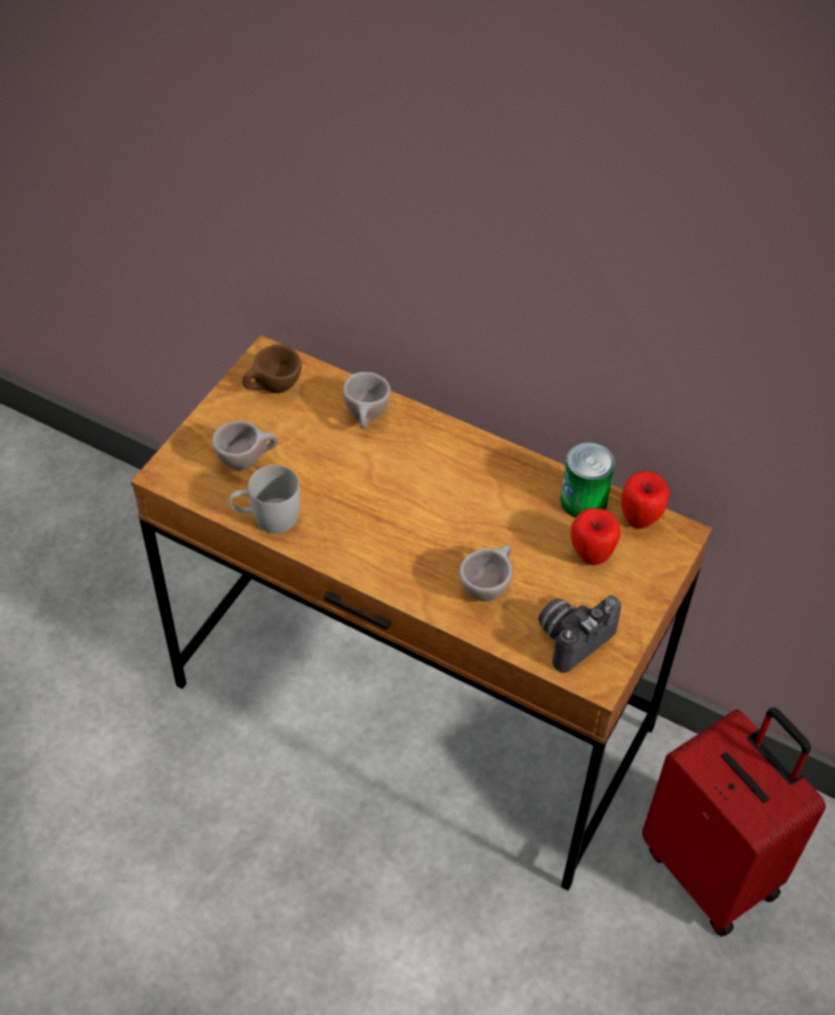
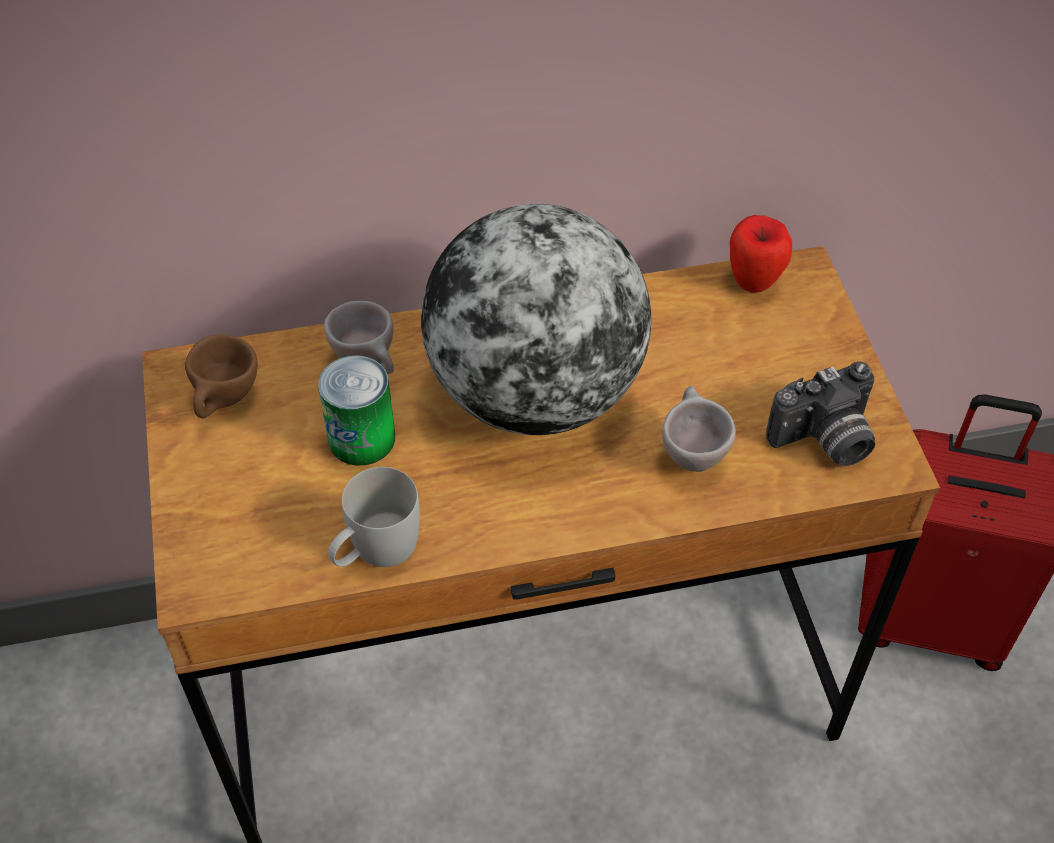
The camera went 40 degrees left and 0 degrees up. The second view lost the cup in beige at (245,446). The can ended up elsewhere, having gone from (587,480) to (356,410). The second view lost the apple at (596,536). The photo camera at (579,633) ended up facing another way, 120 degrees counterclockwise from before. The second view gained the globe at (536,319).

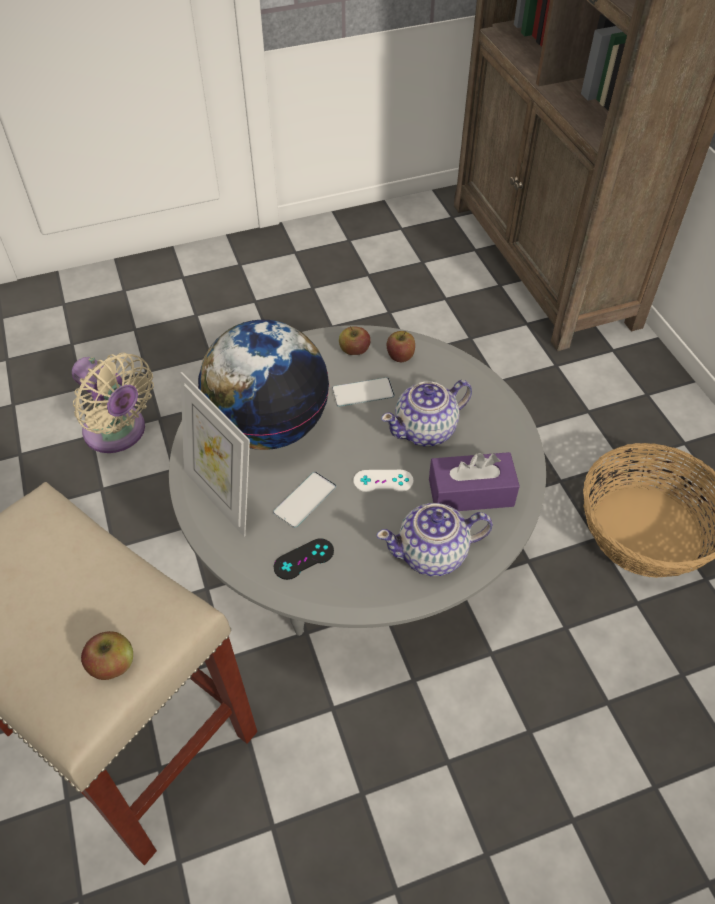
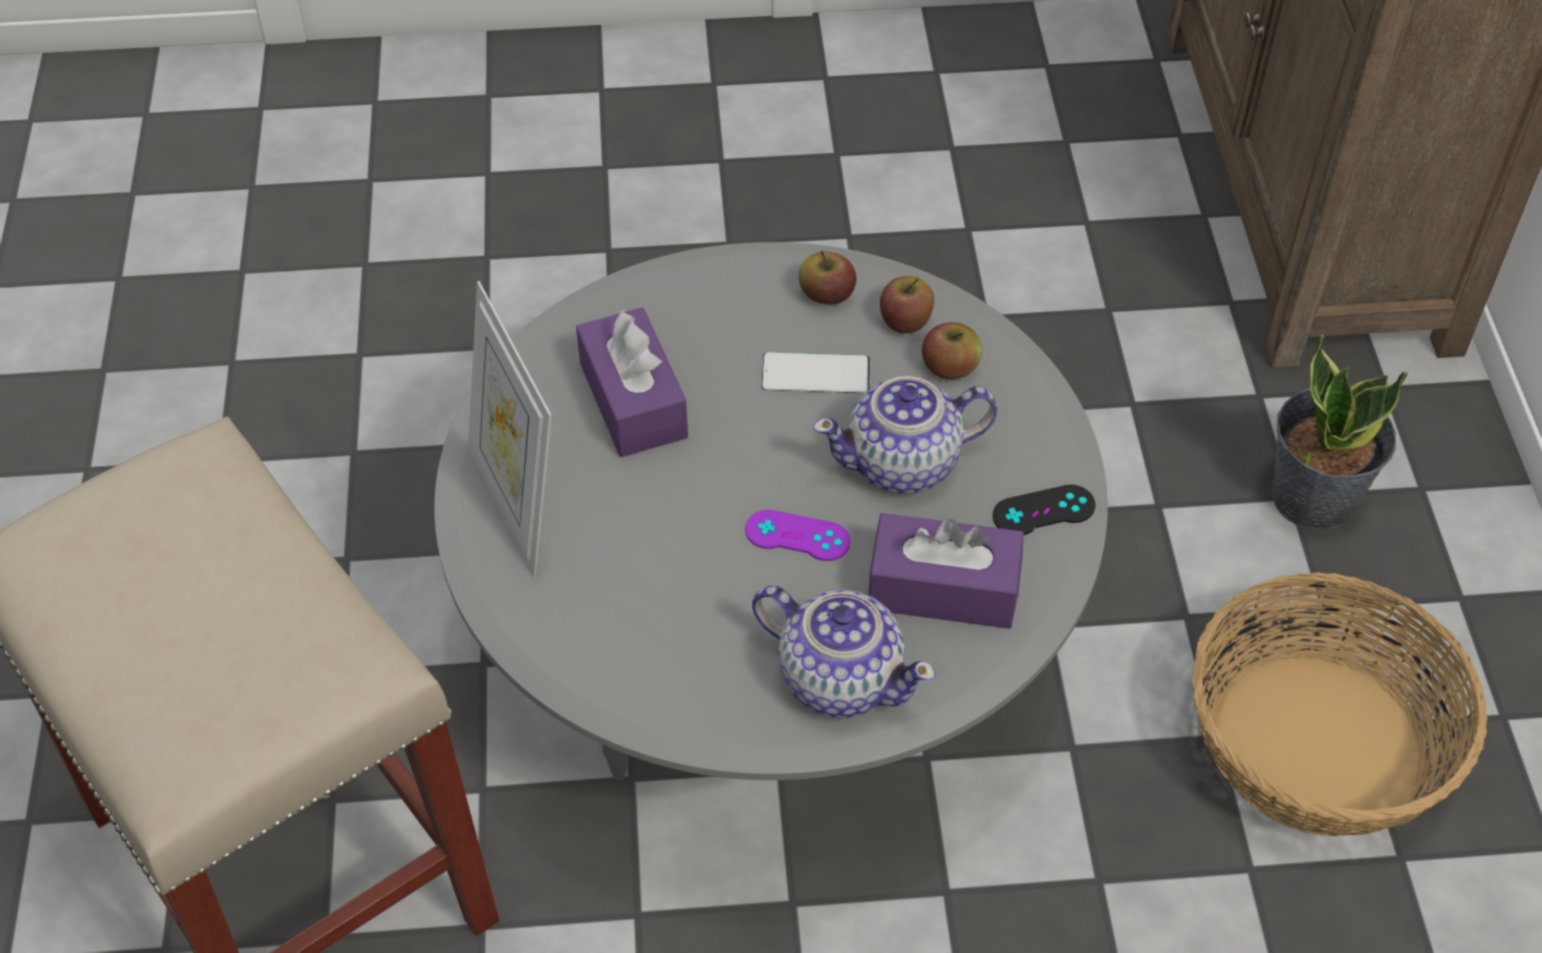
The camera went 15 degrees right and 0 degrees up. Where the globe stood at (263,385), the tissue box in purple came to stand at (632,382). The second view lost the fan in beige at (113,403). What was the game controller in white at (383,481) turned into the game controller in purple at (798,535). The second view lost the phone at (304,500). The teapot at (434,539) ended up facing another way, 150 degrees counterclockwise from before. The game controller in black ended up elsewhere, having gone from (304,559) to (1044,510). The apple ended up elsewhere, having gone from (107,655) to (952,350). The second view gained the potted plant at (1340,432).

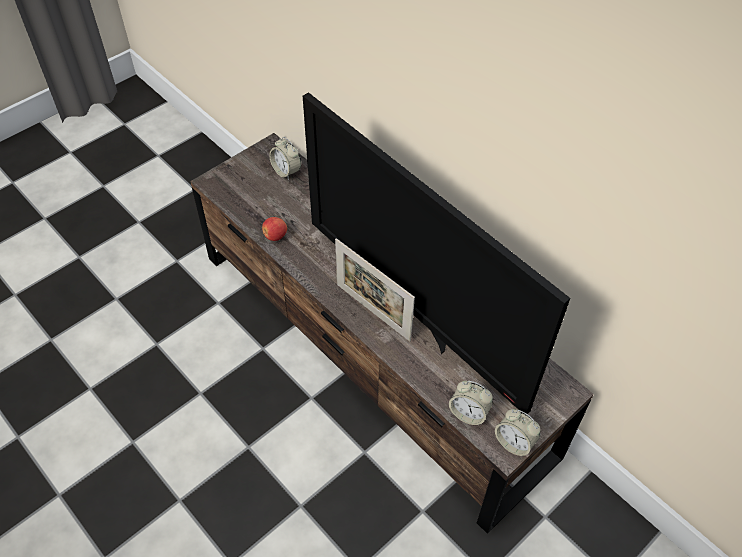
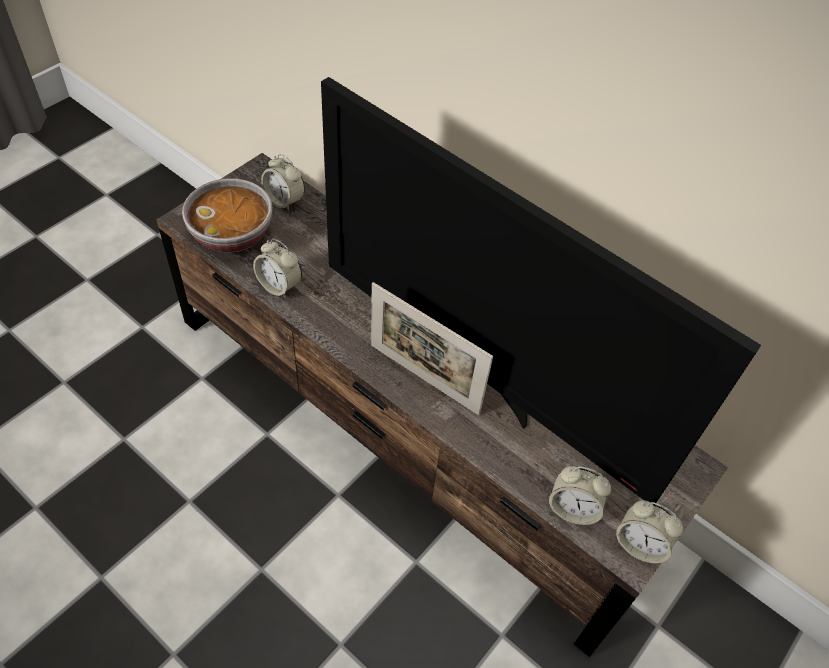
The camera went 10 degrees left and 0 degrees up. Where the apple stood at (274,229), the alarm clock came to stand at (277,268). The second view gained the bowl at (227,215).

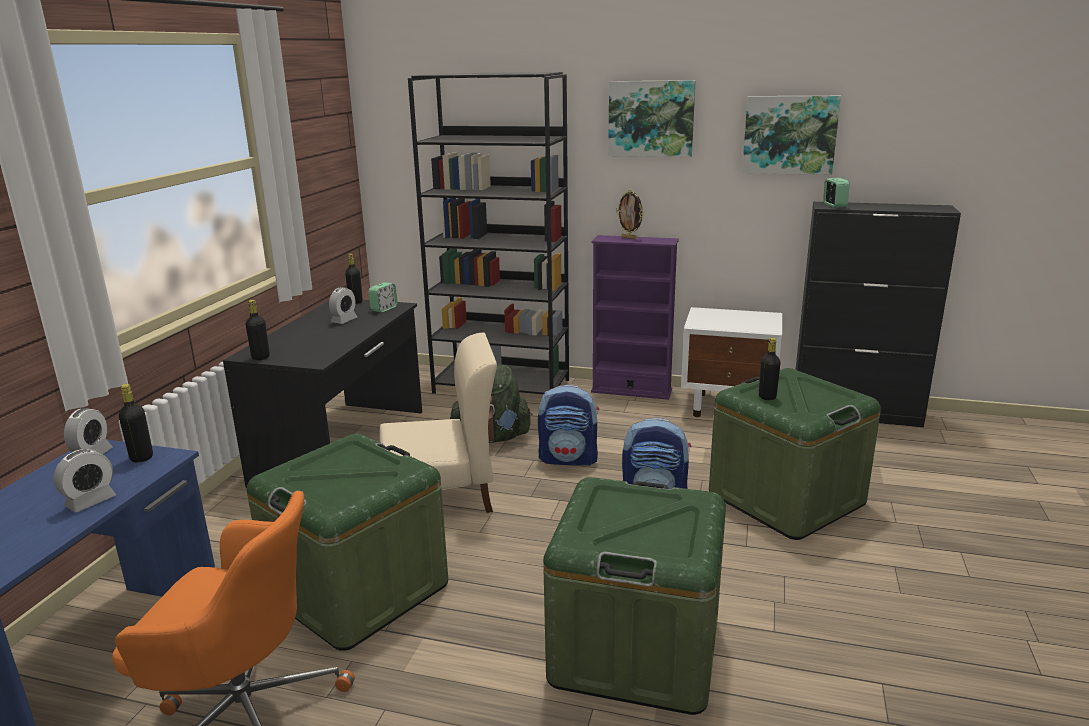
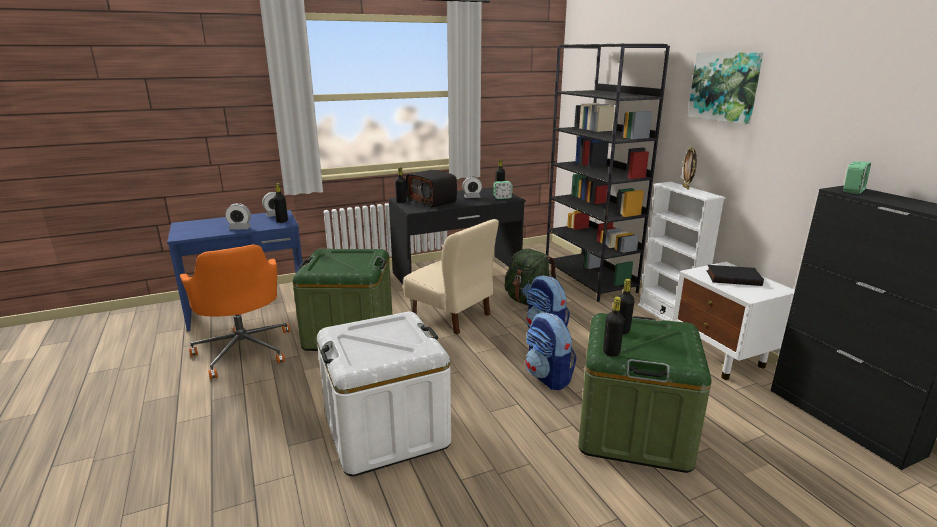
The camera went 50 degrees right and 0 degrees up. The second view lost the picture at (791,135). What was the bookcase in purple at (635,317) turned into the bookcase in white at (681,251). What was the storage box in green at (634,596) turned into the storage box in white at (384,394). The second view gained the radio at (431,188). The second view gained the book in black at (735,275). The second view gained the bottle in black at (614,326).

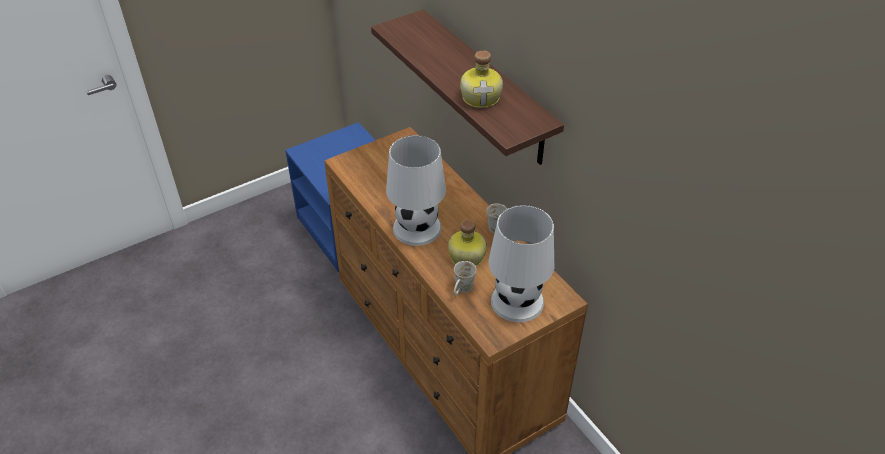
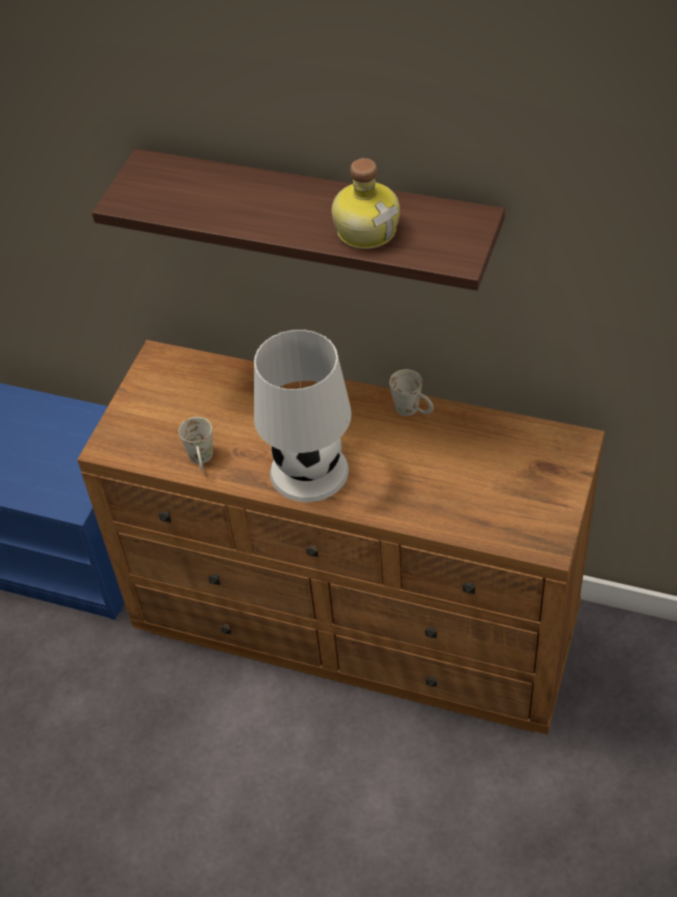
The camera went 35 degrees left and 5 degrees up. The second view lost the table lamp in white at (521,263). The second view lost the bottle at (467,243). The mug in white ended up elsewhere, having gone from (465,278) to (196,444).

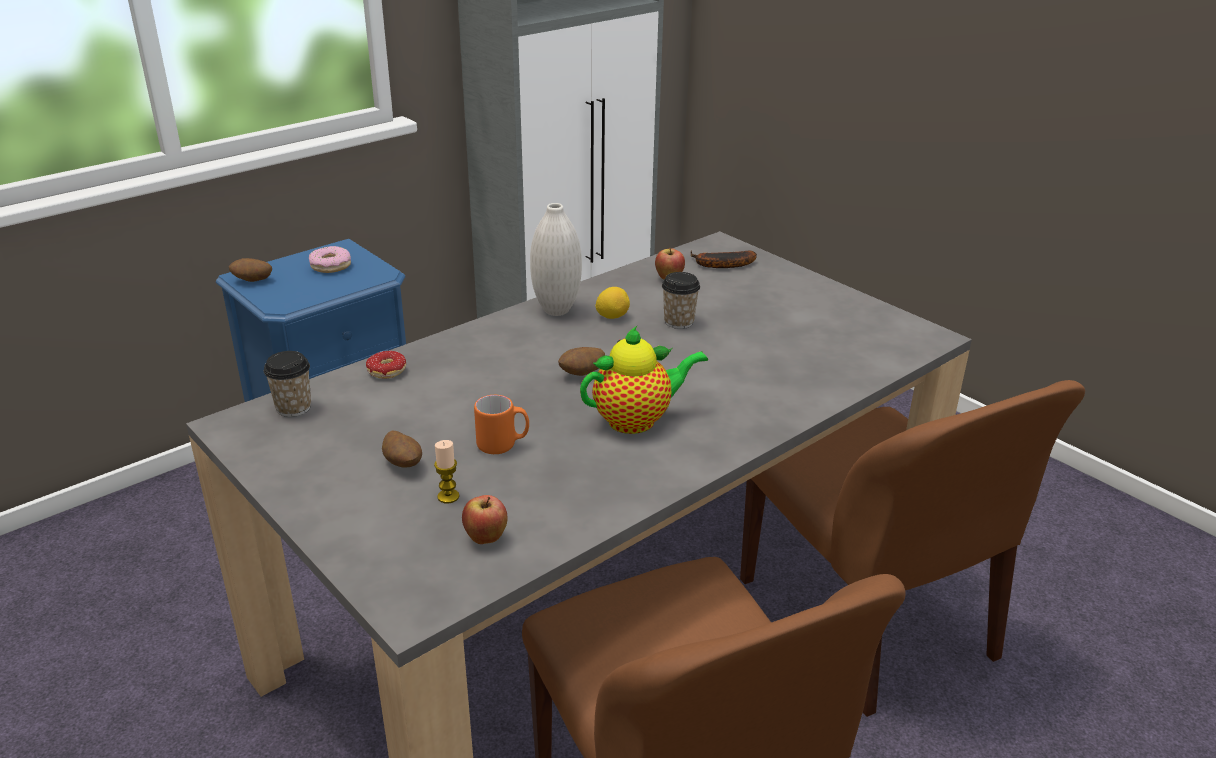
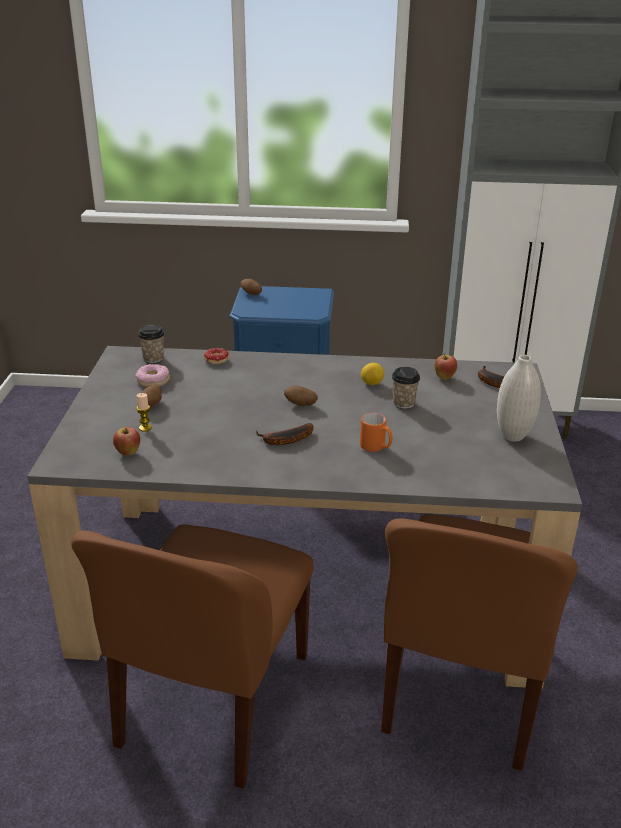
The camera went 45 degrees right and 0 degrees up. The vase in white ended up elsewhere, having gone from (556,259) to (519,398). The donut ended up elsewhere, having gone from (330,259) to (153,375). Where the teapot stood at (644,380), the banana came to stand at (285,434). The mug in orange ended up elsewhere, having gone from (501,424) to (376,432).

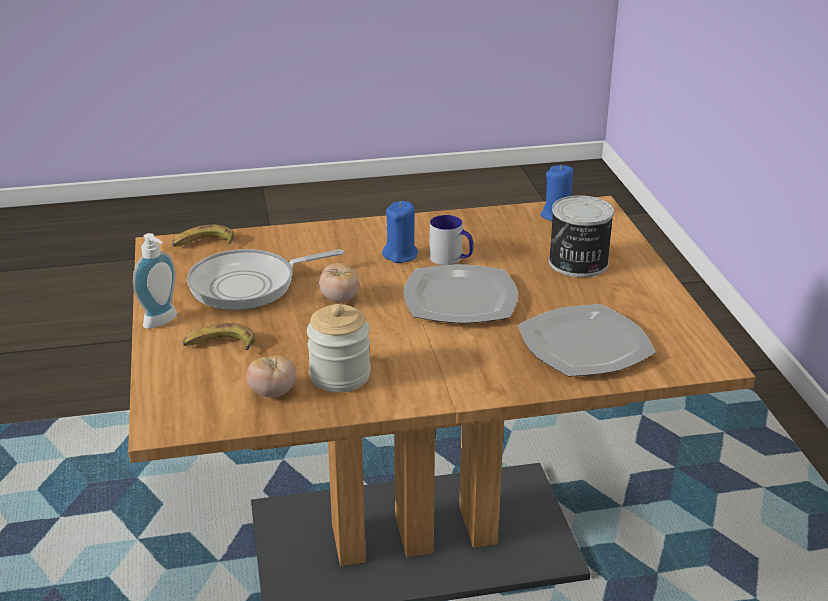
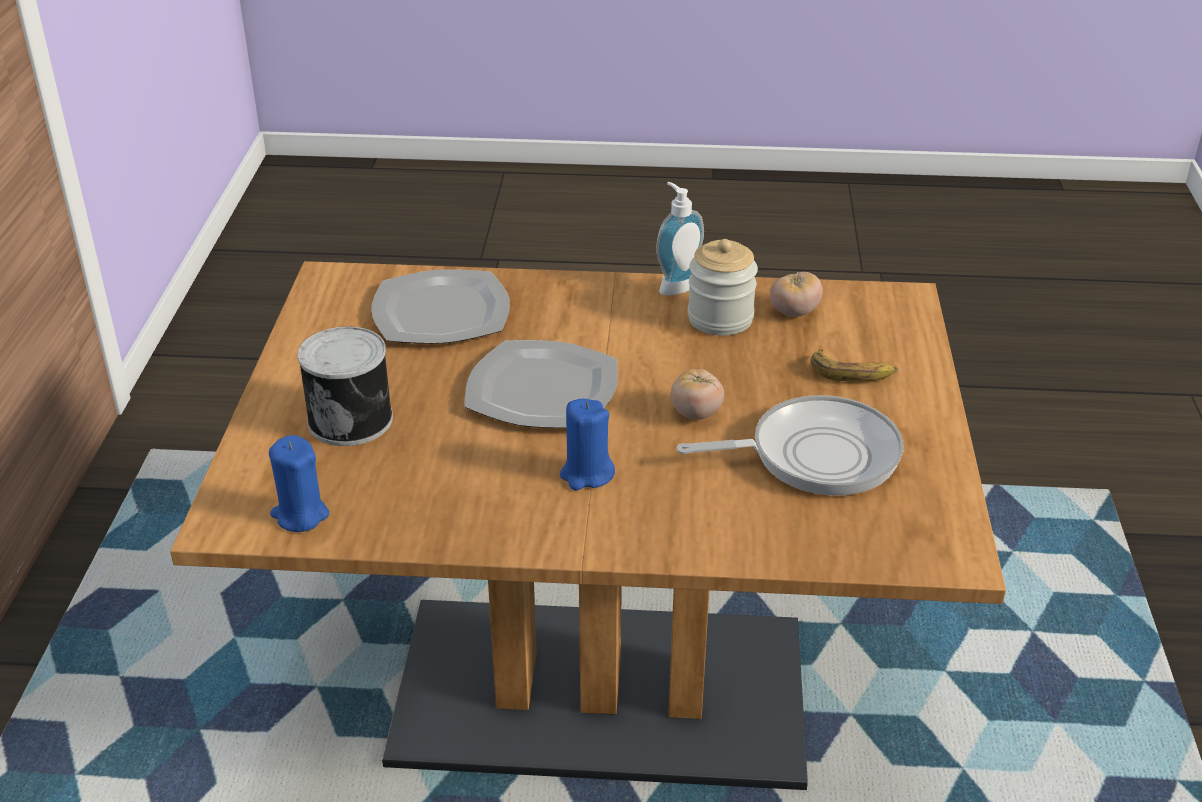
The camera went 165 degrees left and 5 degrees up. The second view lost the mug at (451,240). The second view lost the banana at (203,236). The soap dispenser ended up elsewhere, having gone from (155,281) to (680,239).

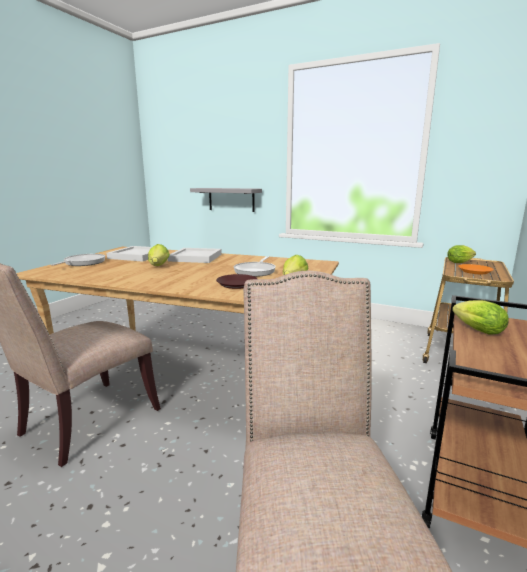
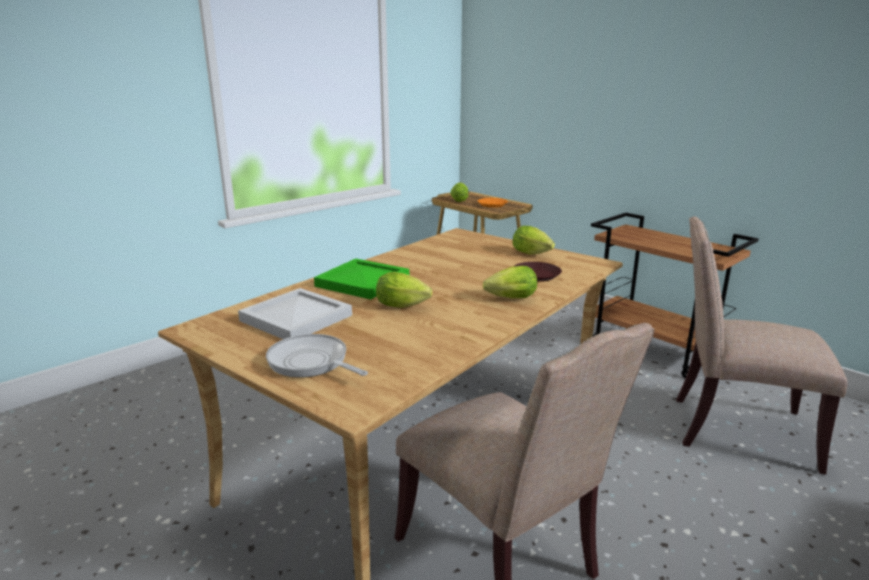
The camera went 70 degrees left and 5 degrees up. The second view lost the shelf in grey at (226,200). What was the tray in white at (195,255) turned into the tray in green at (361,278). The second view lost the frying pan at (255,267). The lettuce ended up elsewhere, having gone from (480,317) to (510,282).

